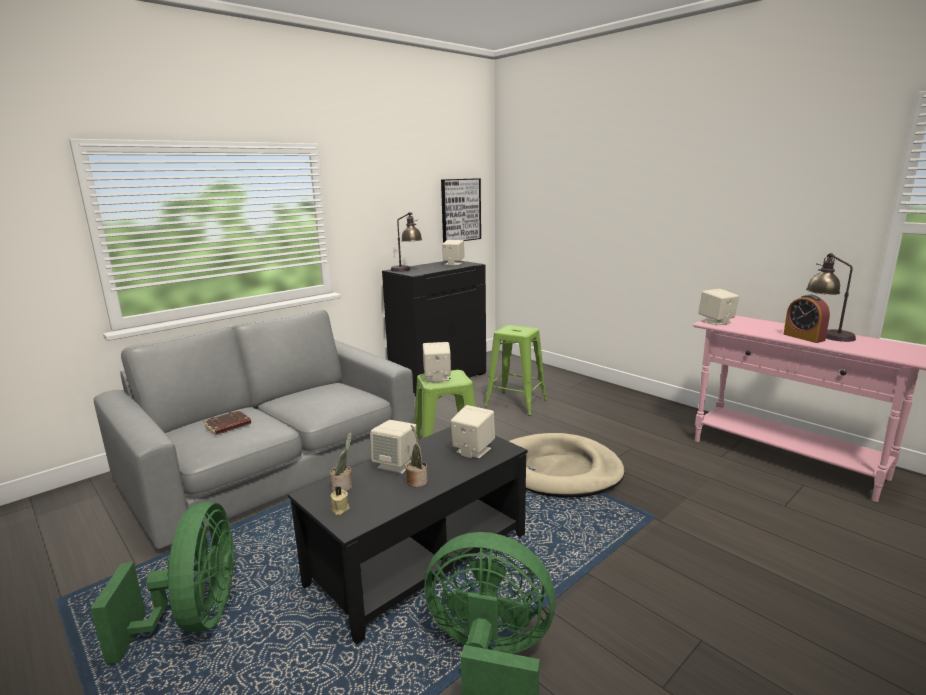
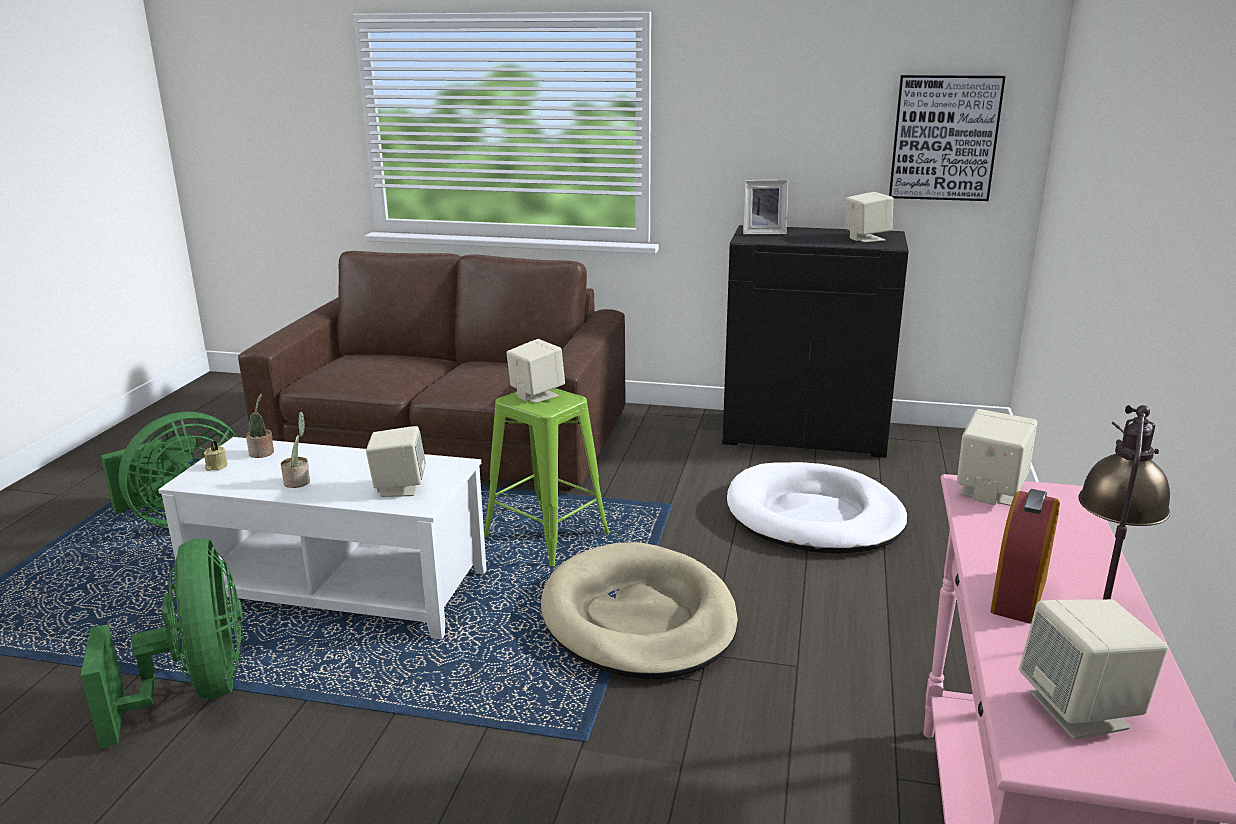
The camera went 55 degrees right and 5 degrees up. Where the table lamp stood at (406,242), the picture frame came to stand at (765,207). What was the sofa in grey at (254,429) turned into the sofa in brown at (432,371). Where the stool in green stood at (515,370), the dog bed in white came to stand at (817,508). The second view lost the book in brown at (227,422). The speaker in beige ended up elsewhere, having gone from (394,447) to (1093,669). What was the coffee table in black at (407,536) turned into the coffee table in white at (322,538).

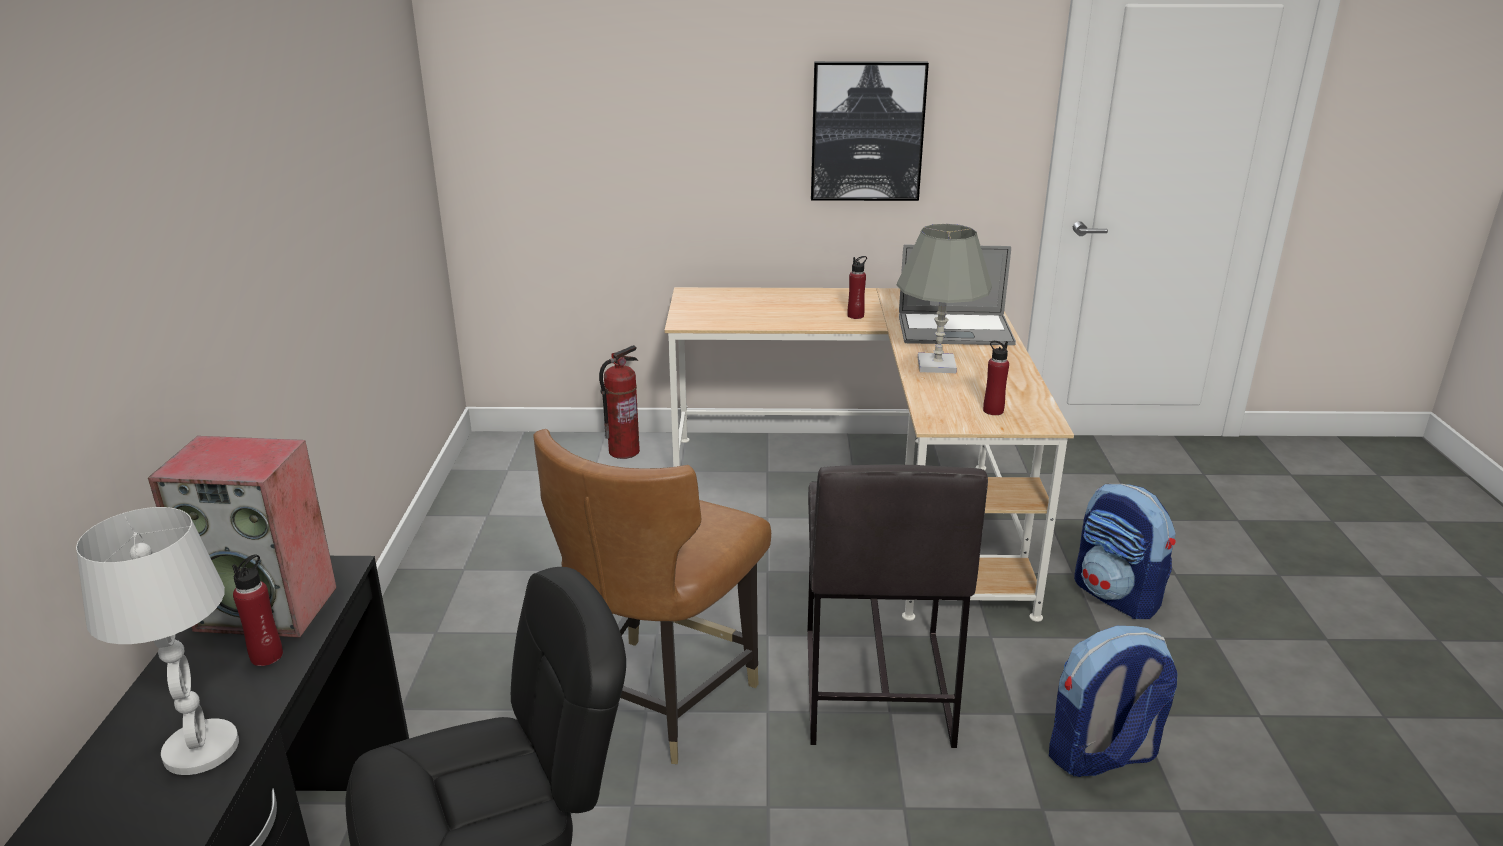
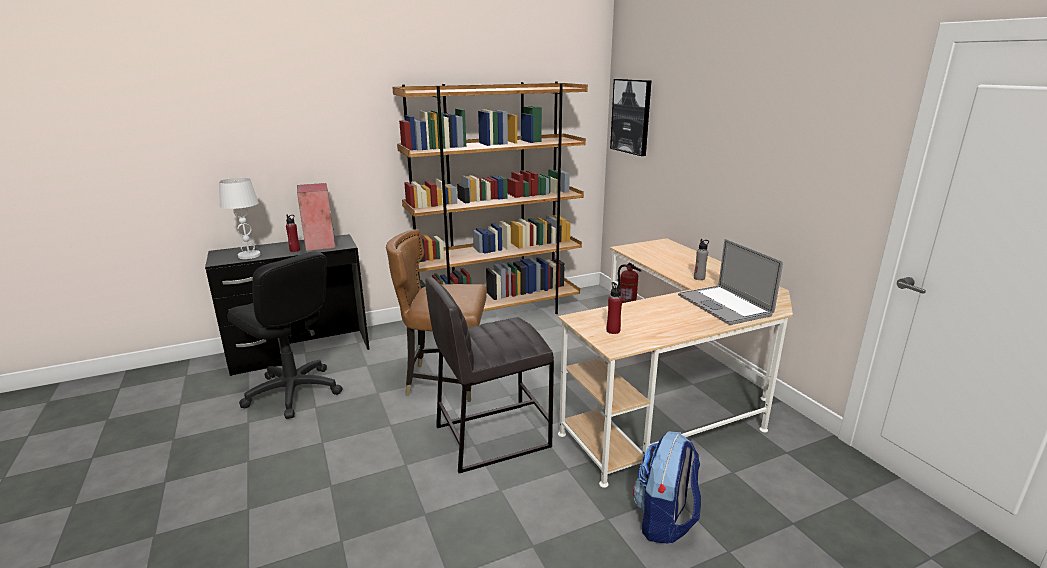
The camera went 65 degrees right and 5 degrees down. The picture ended up elsewhere, having gone from (870,131) to (630,117). The second view lost the table lamp in grey at (944,298). What was the bottle in red at (857,287) turned into the bottle in grey at (701,259). The second view lost the backpack at (1113,701). The second view gained the bookcase in brown at (490,198).

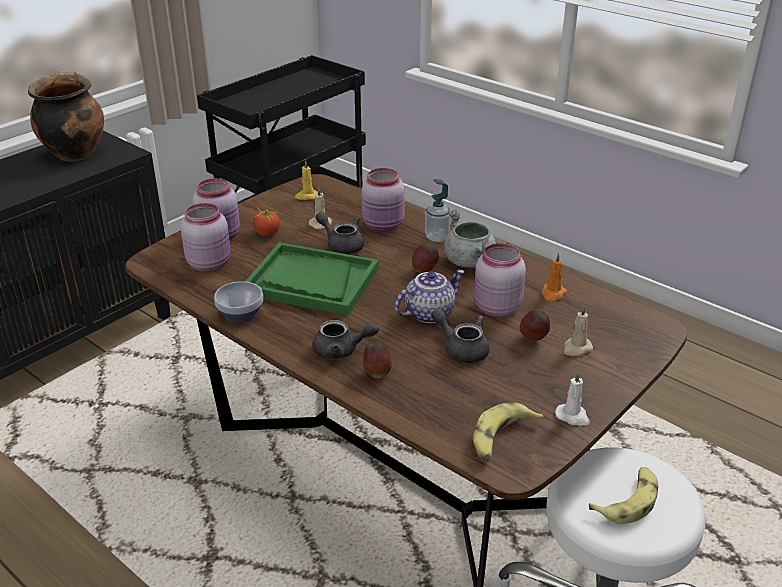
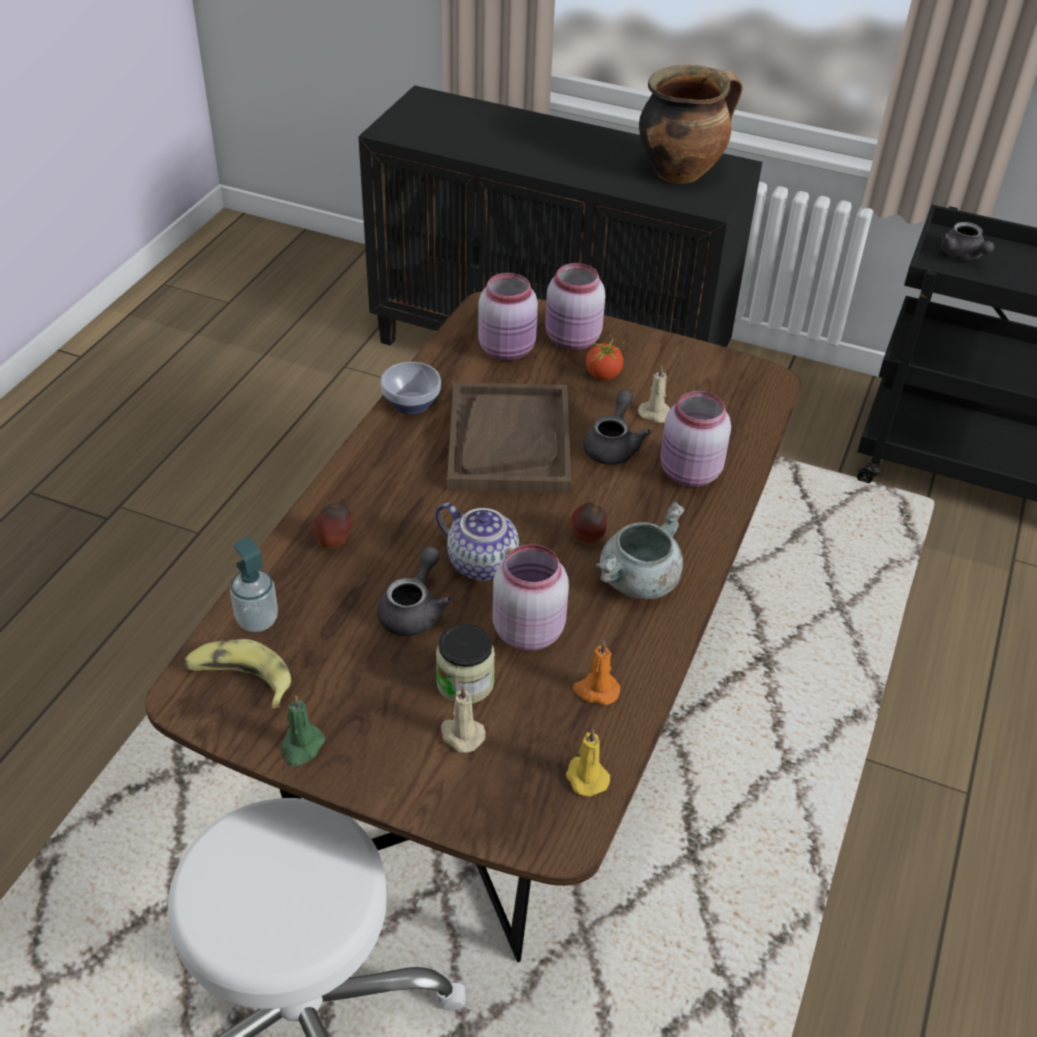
The camera went 70 degrees right and 10 degrees up. The candle in yellow ended up elsewhere, having gone from (306,180) to (588,763). The soap dispenser ended up elsewhere, having gone from (438,210) to (254,584). What was the tray in green at (312,279) turned into the tray in brown at (509,437). Where the apple stood at (534,325), the jar came to stand at (465,664). The teapot in grey ended up elsewhere, having gone from (346,339) to (968,241). What was the candle in white at (572,398) turned into the candle in green at (303,730). The second view lost the banana at (623,495).

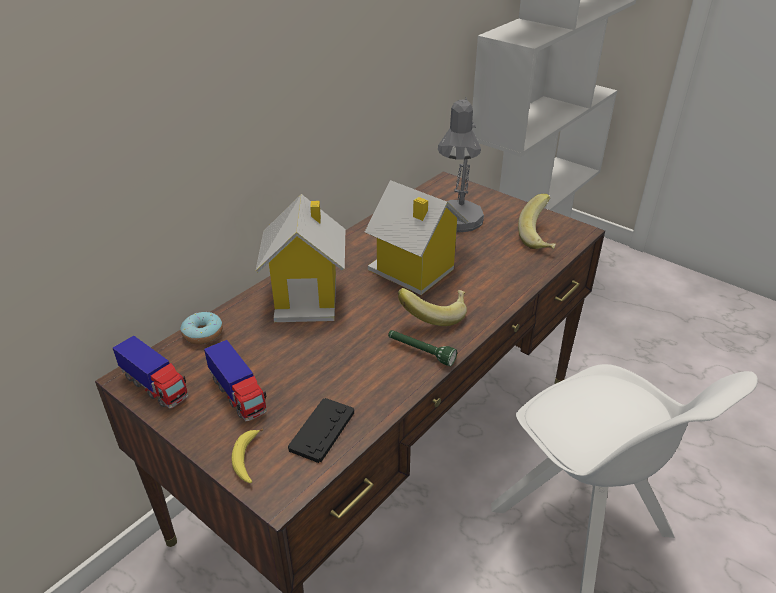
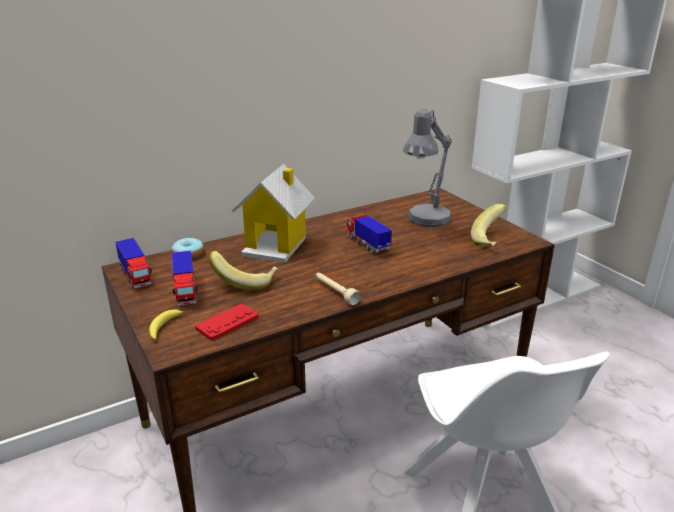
The camera went 20 degrees right and 10 degrees down. Where the toy house stood at (416,237), the toy truck came to stand at (369,234). The banana ended up elsewhere, having gone from (432,307) to (244,270). What was the flashlight in green at (422,348) turned into the flashlight in beige at (338,288). What was the game controller in black at (321,430) turned into the game controller in red at (227,322).

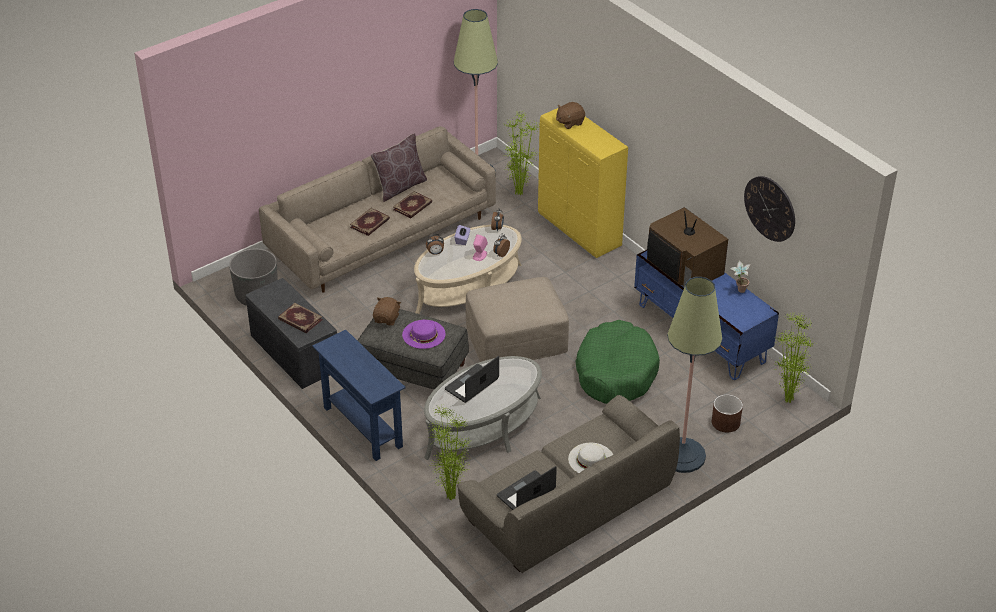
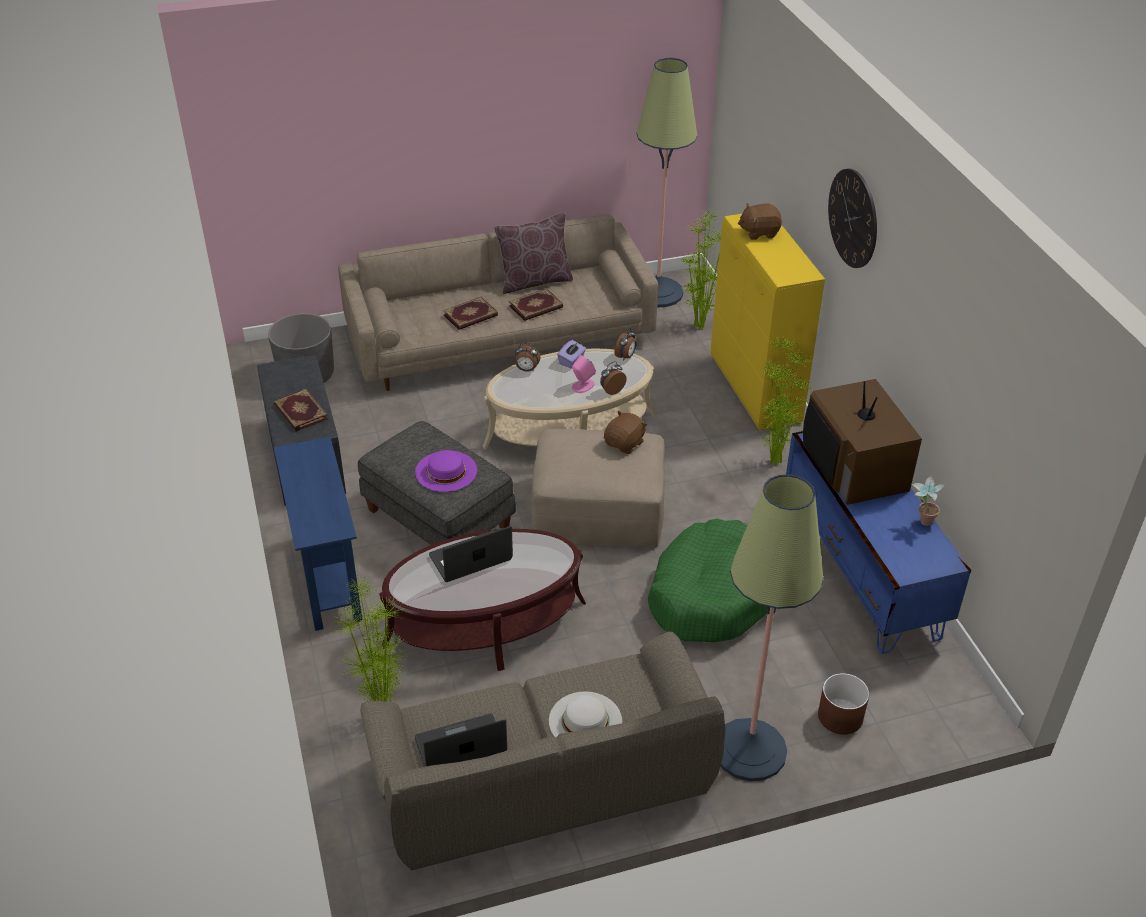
The camera went 20 degrees right and 0 degrees up. The wall clock ended up elsewhere, having gone from (769,209) to (852,218). The plush toy in brown ended up elsewhere, having gone from (387,311) to (625,432). The potted plant ended up elsewhere, having gone from (795,358) to (786,401). What was the coffee table in grey at (483,408) turned into the coffee table in brown at (482,600).

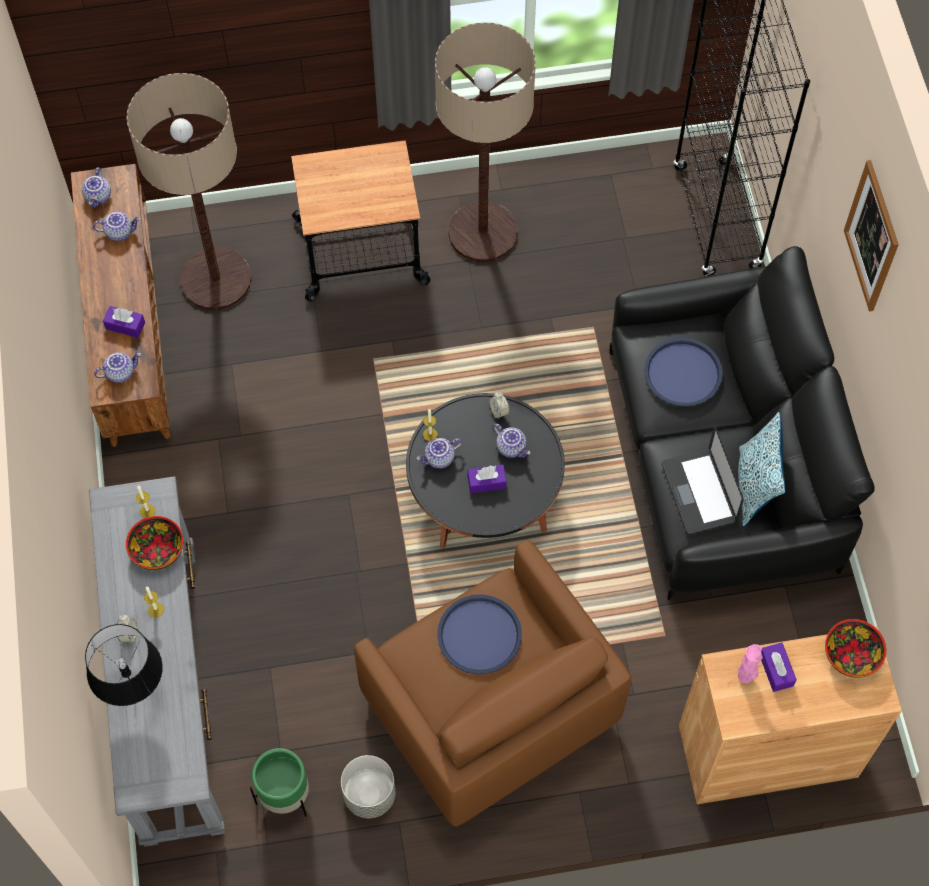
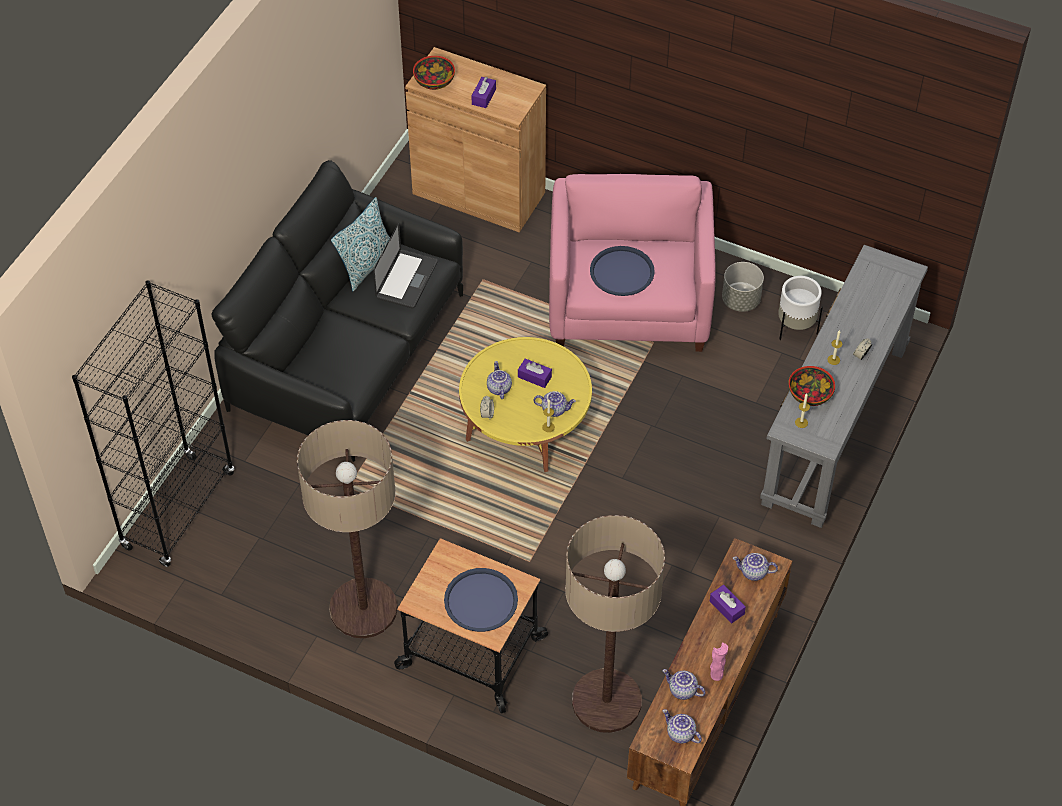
The camera went 145 degrees left and 10 degrees down. The second view lost the picture at (871,236). The teapot at (96,187) ended up facing another way, 90 degrees counterclockwise from before. The tray in blue ended up elsewhere, having gone from (683,372) to (481,600). What was the coffee table in black at (485,471) turned into the coffee table in yellow at (525,404). What was the armchair in brown at (492,684) turned into the armchair in pink at (632,263). The second view lost the table lamp in black at (124,665). The vase in pink ended up elsewhere, having gone from (750,663) to (719,662). What was the planter in green at (279,782) turned into the planter in white at (800,308).

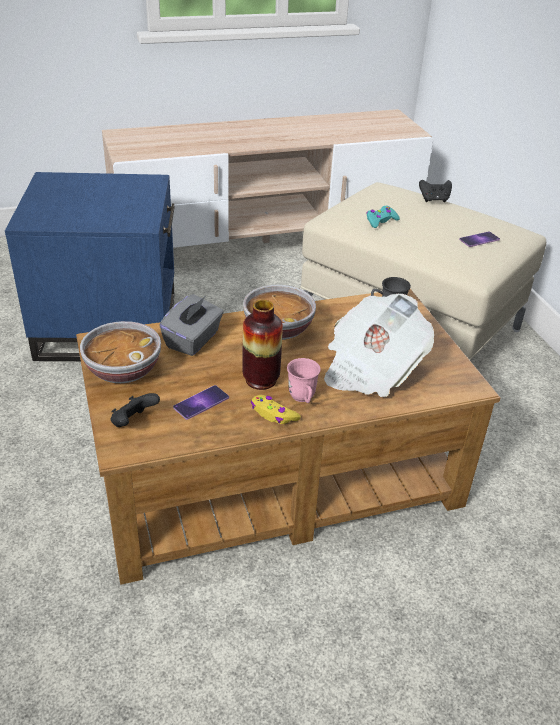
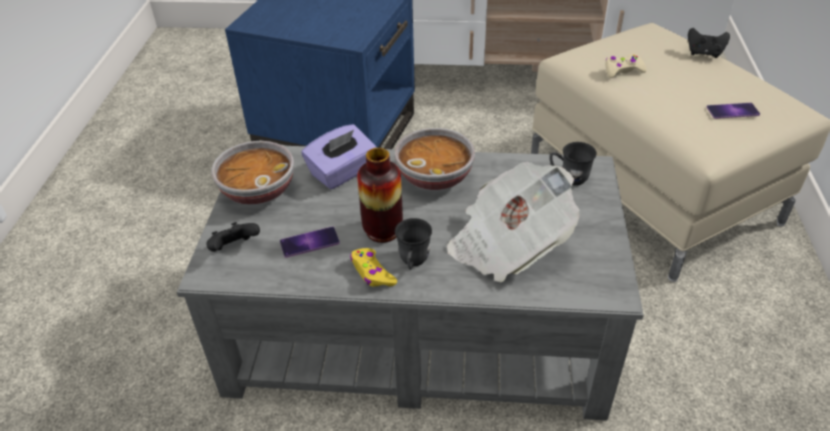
The camera went 25 degrees right and 5 degrees up. What was the game controller in turquoise at (383,217) turned into the game controller in beige at (626,65). What was the coffee table in brown at (288,437) turned into the coffee table in grey at (410,283). What was the tissue box in grey at (191,325) turned into the tissue box in purple at (338,156). What was the mug in pink at (304,380) turned into the mug in grey at (413,244).

